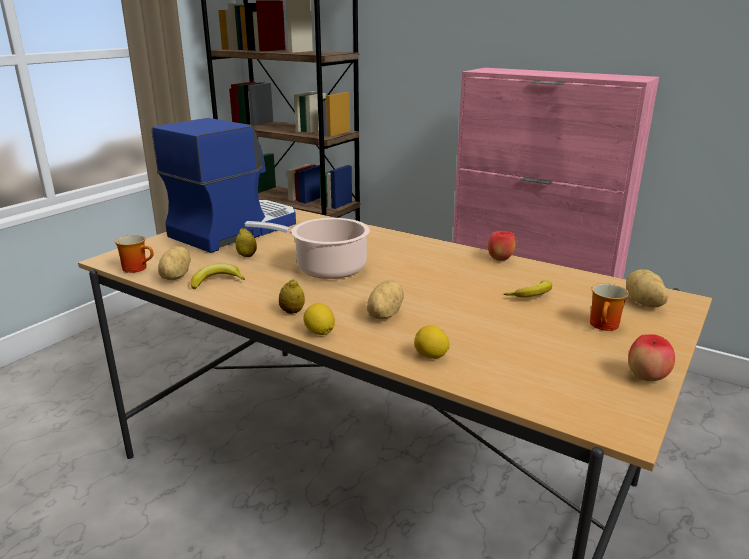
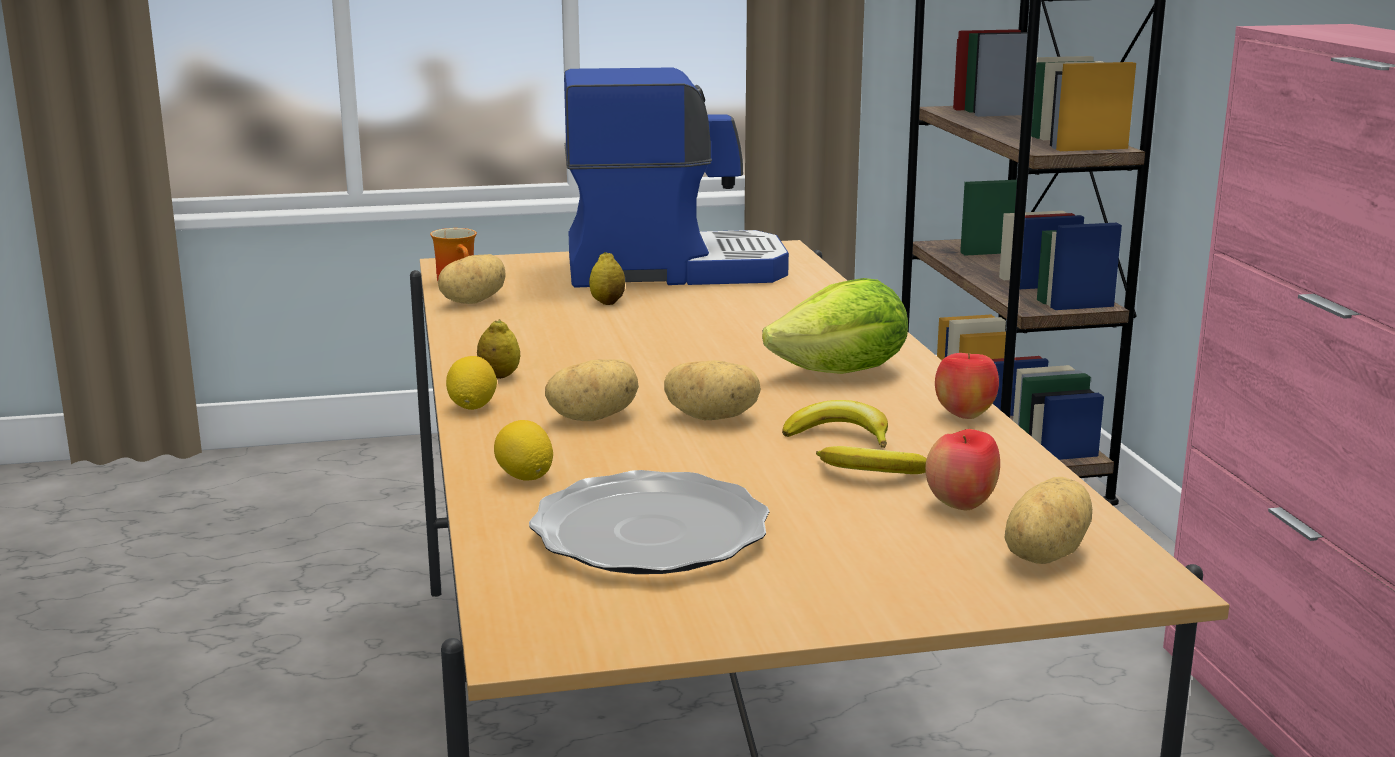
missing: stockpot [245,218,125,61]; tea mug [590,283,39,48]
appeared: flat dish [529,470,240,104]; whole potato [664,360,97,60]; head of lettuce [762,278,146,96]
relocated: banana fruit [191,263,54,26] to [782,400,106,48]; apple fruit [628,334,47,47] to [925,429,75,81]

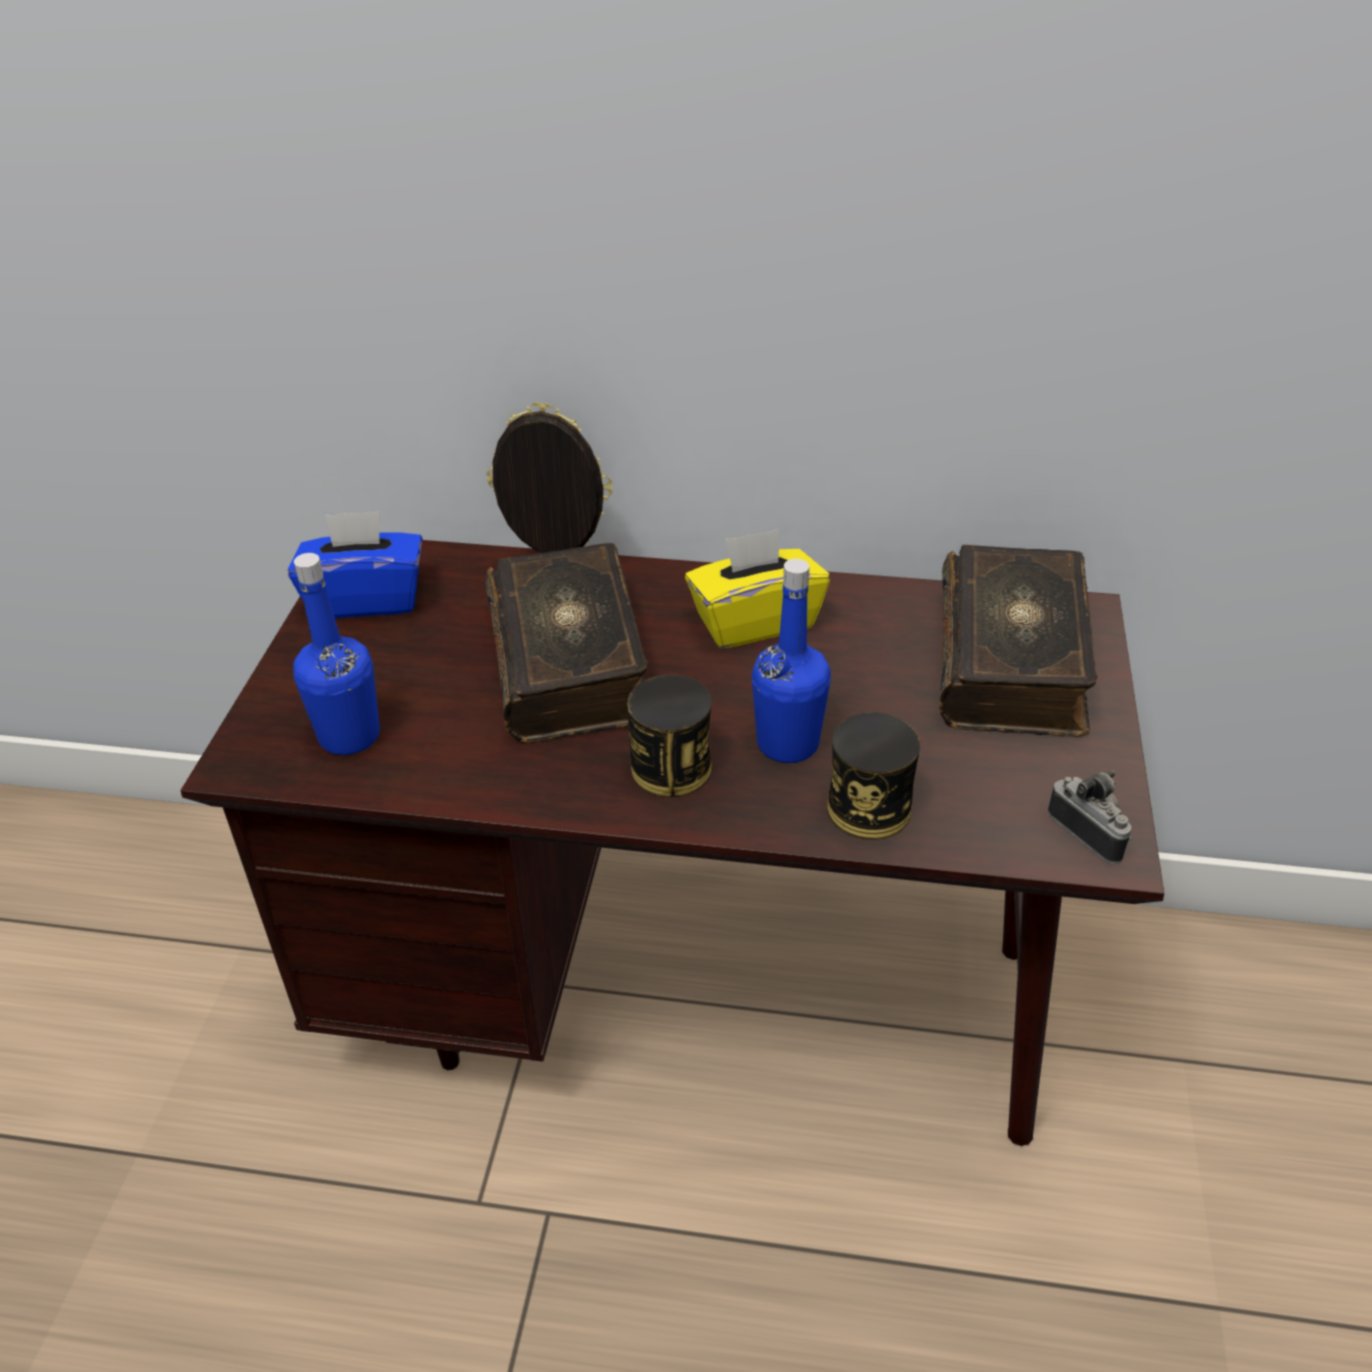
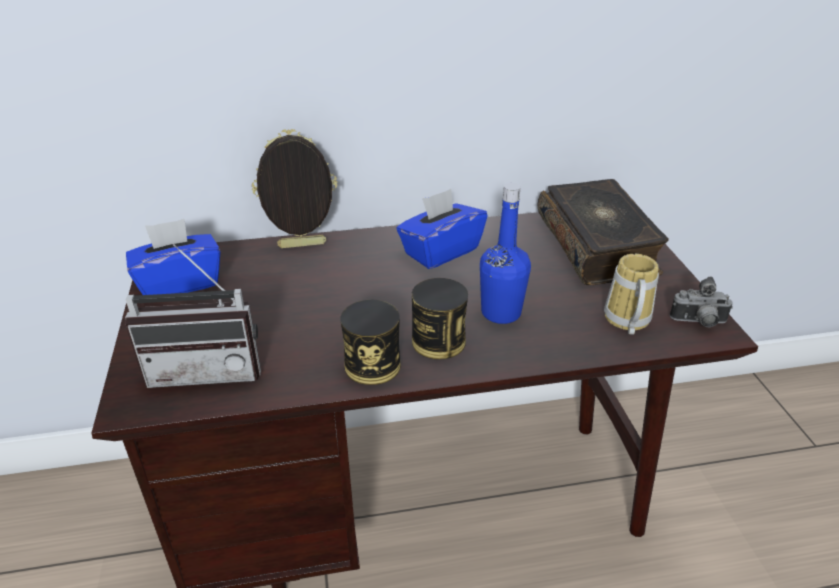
missing: volume [485,543,163,200]
appeared: tea mug [604,254,55,81]
relocated: metal can [827,712,93,128] to [340,300,61,85]
exchanged: blue-coloured bottle [293,553,87,202] to radio [125,244,136,144]
colour: yellow tissue box [685,529,145,119] to blue-coloured tissue box [396,189,91,80]
spun: photo camera [1048,770,84,94] = [670,276,63,51] 150 degrees clockwise

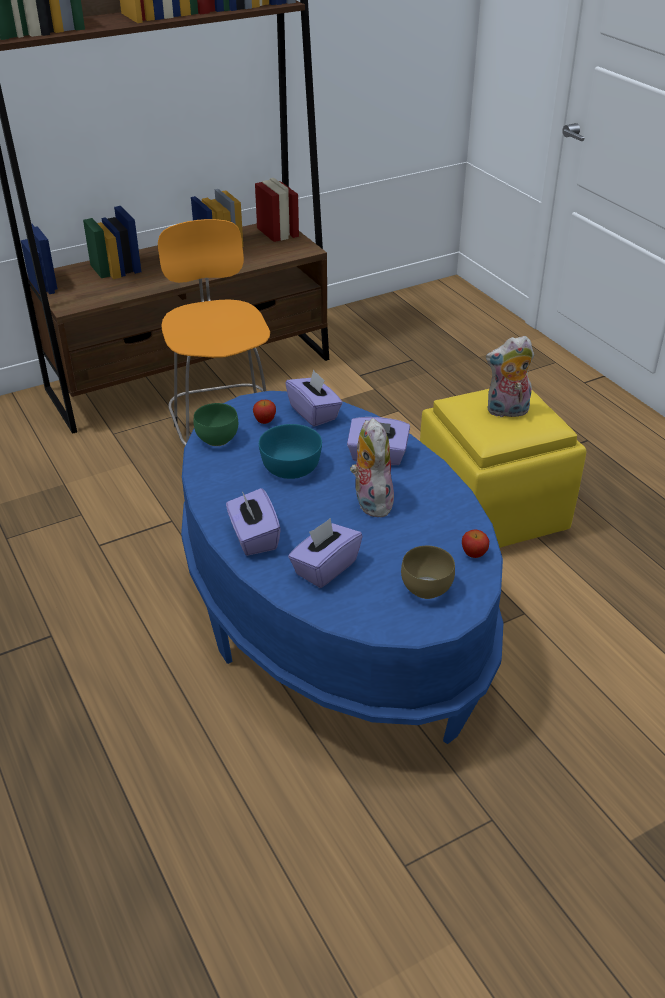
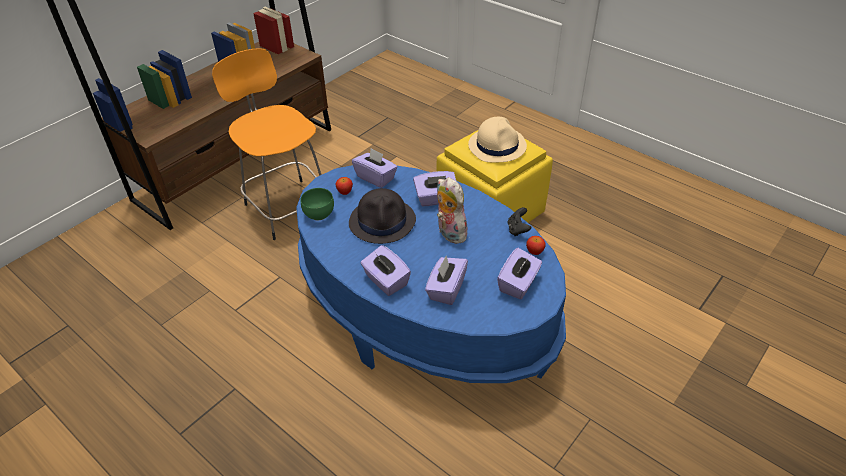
appeared: black game controller [508,207,23,29]
exchanged: turquoise deep dish [259,424,63,55] to black wearable hat [349,188,67,56]; cuddly toy [486,336,48,81] to sand-coloured wearable hat [468,117,59,45]; brown deep dish [401,546,54,53] to purplish tissue box [497,248,45,51]

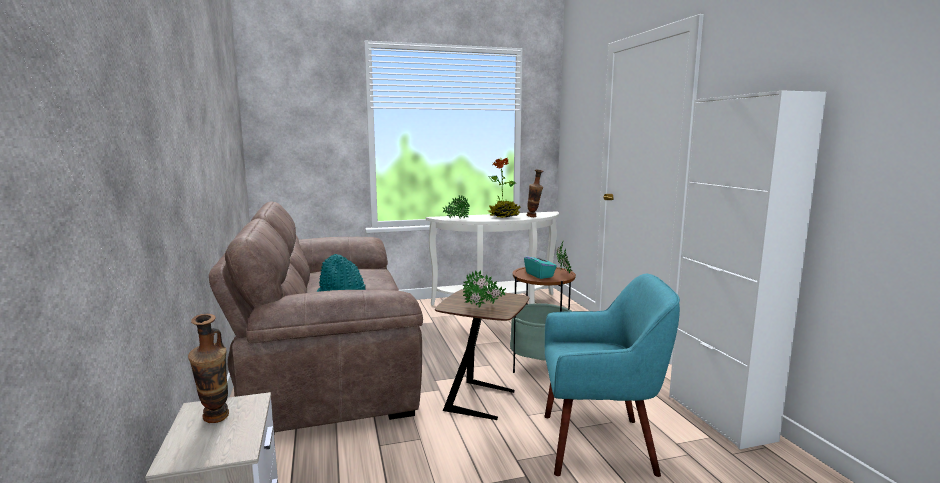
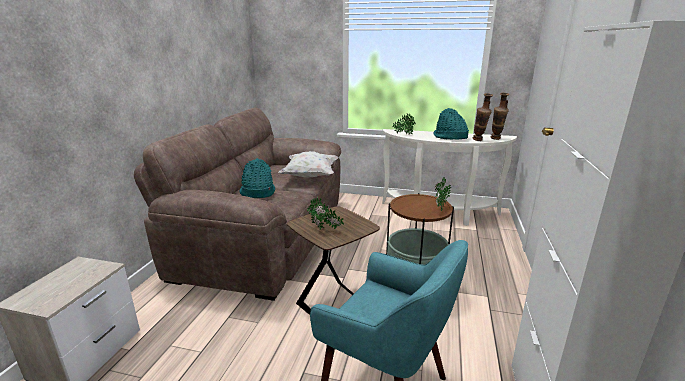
missing: turquoise tissue box [524,250,33,29]
appeared: white-coloured pillow [279,151,60,27]
relocated: flower vase [188,314,41,109] to [491,93,18,47]
exchanged: houseplant [488,158,32,60] to turquoise wearable hat [433,108,36,32]

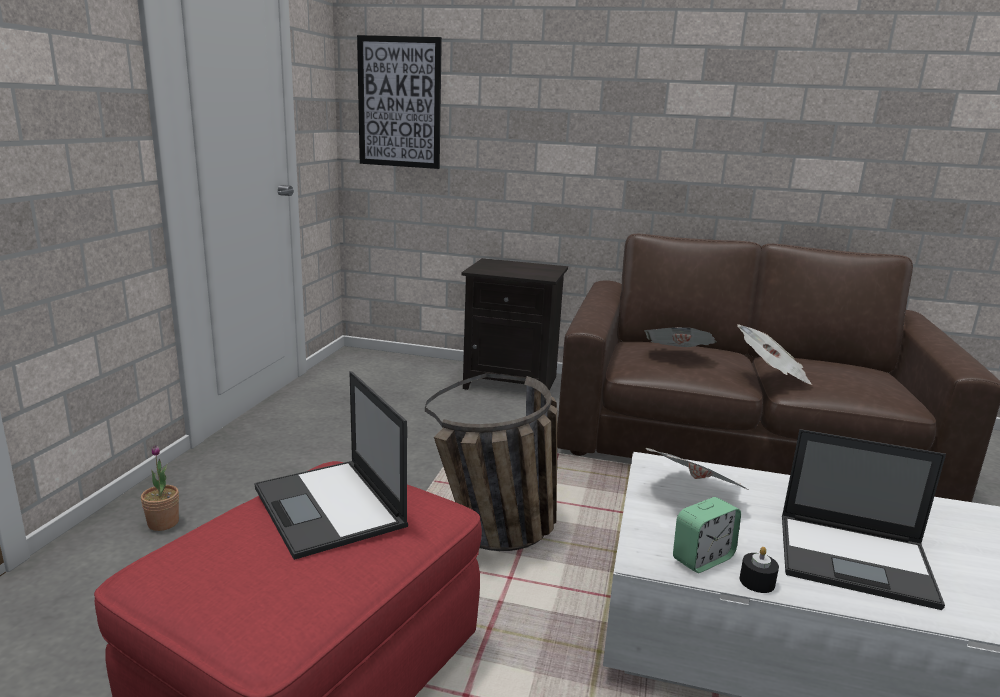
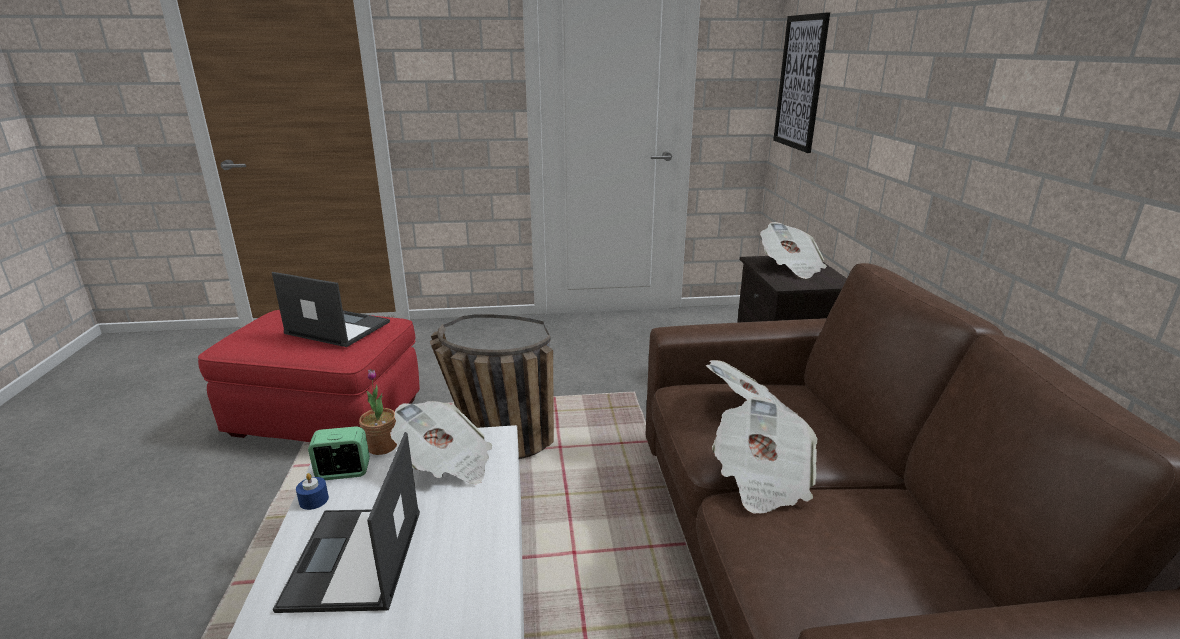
appeared: daily paper [760,222,67,57]
relocated: houseplant [141,445,38,86] to [359,369,38,86]
colour: black candle [740,547,39,46] to blue-coloured candle [296,473,33,37]
spun: notebook computer [255,371,153,189] = [272,272,118,75] 75 degrees clockwise; alarm clock [673,497,68,76] = [308,426,62,54] 135 degrees clockwise

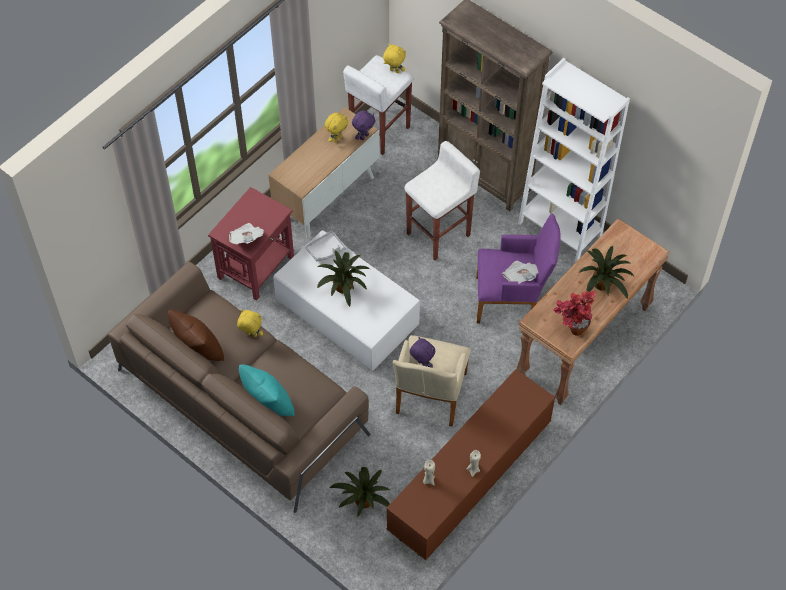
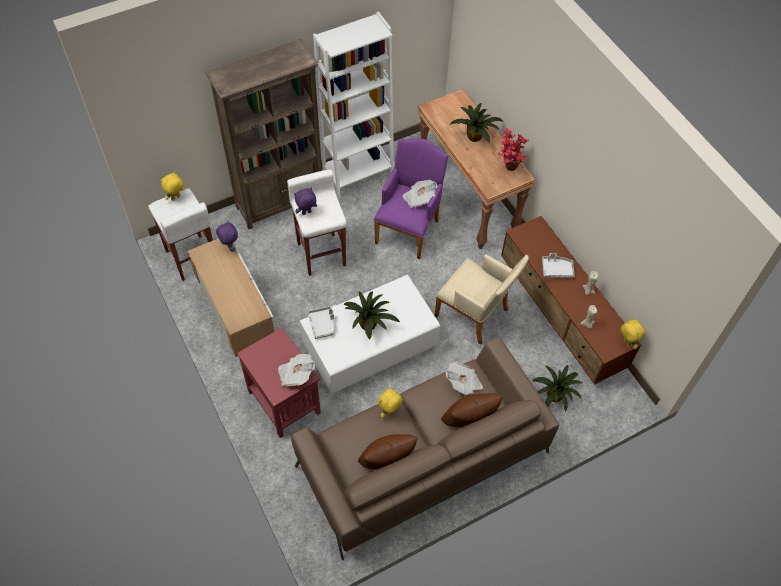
appeared: daily paper [446,362,37,33]; gray tray [542,253,33,25]
relocated: purplish cuddly toy [410,337,25,31] to [294,187,23,28]; yellow cuddly toy [325,113,23,30] to [621,317,24,32]
colour: turquoise pillow [239,364,56,52] to brown pillow [441,393,62,35]

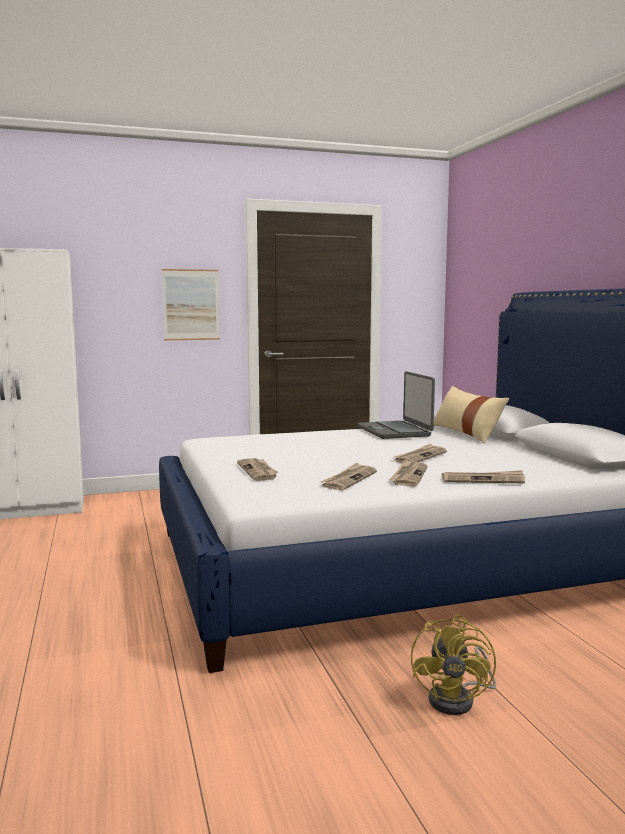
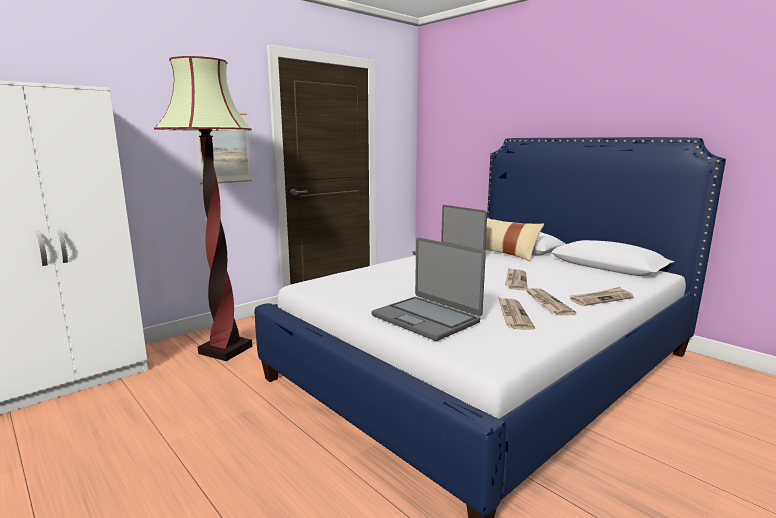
missing: yellow electric fan [411,615,85,100]
appeared: standard lamp [154,56,98,305]
exchanged: daily paper [237,458,41,23] to notebook computer [372,237,114,104]

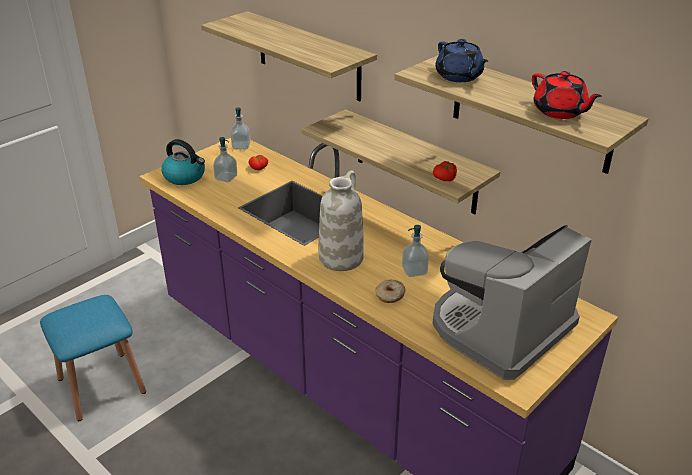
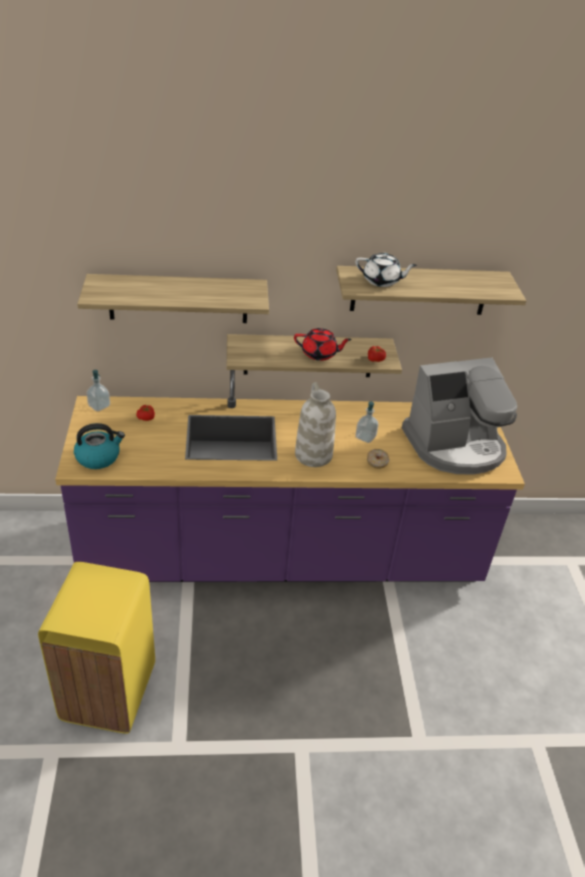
missing: liquid soap bottle [213,137,24,45]
relocated: red pot for tea [532,71,70,48] to [294,328,58,33]
exchanged: blue-coloured sitting stool [40,295,106,126] to yellow rubbish bin [38,562,117,172]
colour: blue-coloured pot for tea [435,39,53,43] to white-coloured pot for tea [355,253,62,34]
spun: coffee brewer [432,225,160,155] = [402,358,115,117] 105 degrees counterclockwise

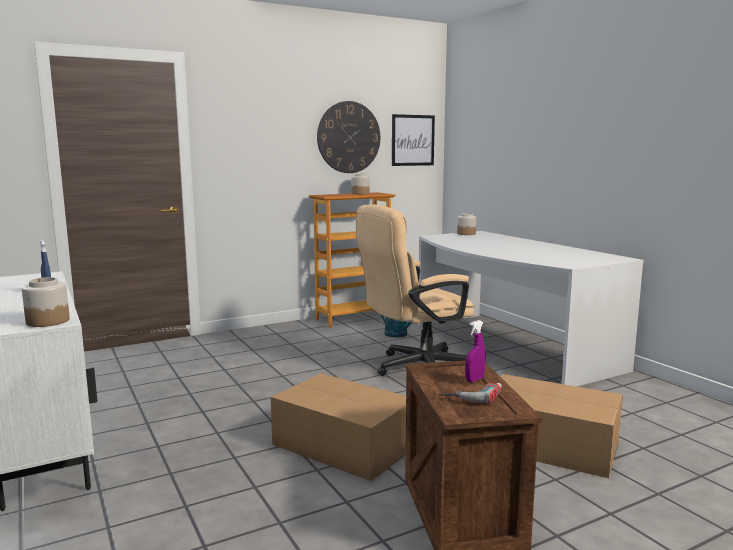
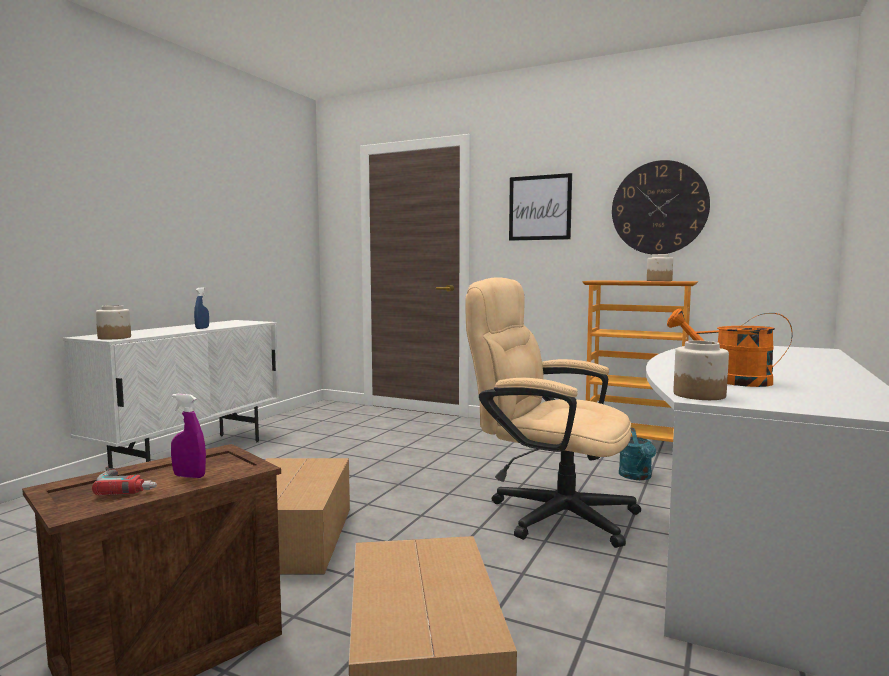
appeared: orangey sprinkling can [667,308,126,79]
relocated: wall picture [392,114,43,52] to [509,173,63,68]; preserve jar [457,213,19,22] to [673,341,56,59]

